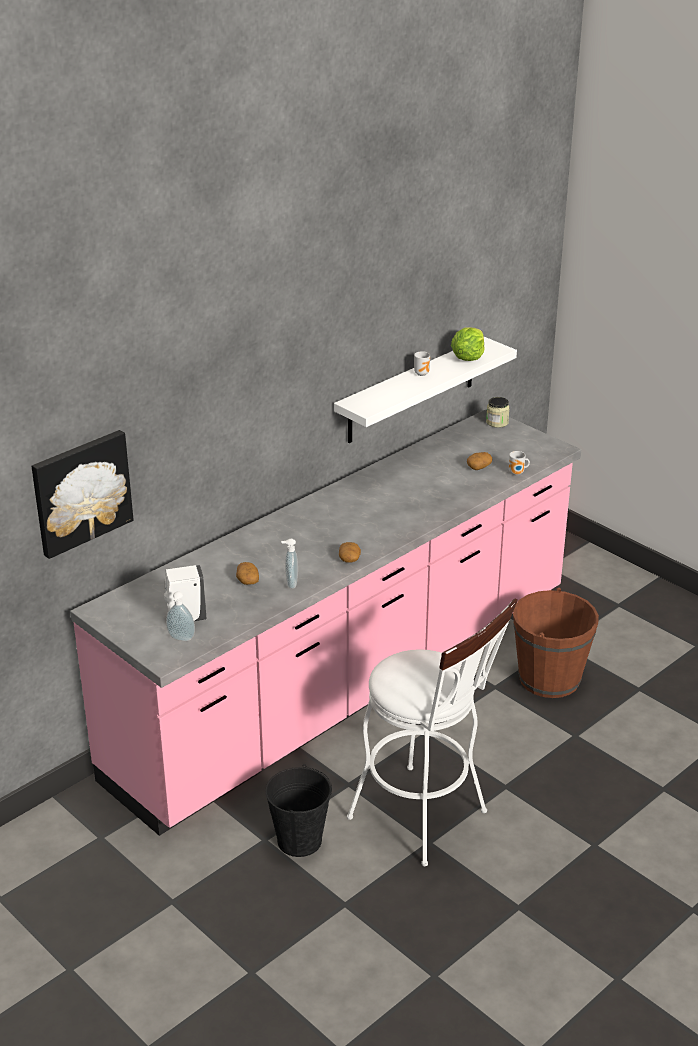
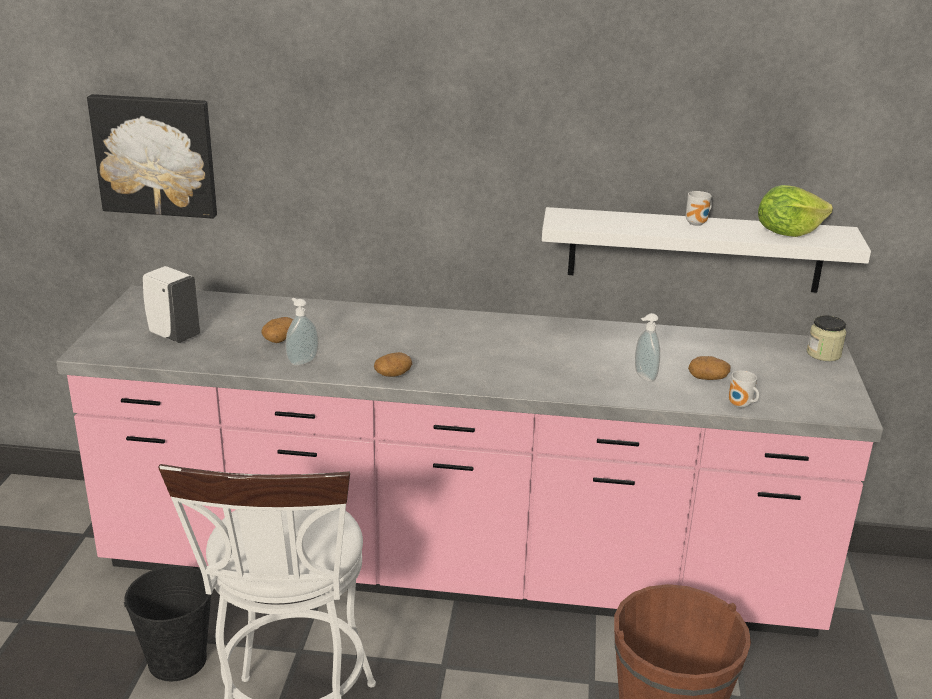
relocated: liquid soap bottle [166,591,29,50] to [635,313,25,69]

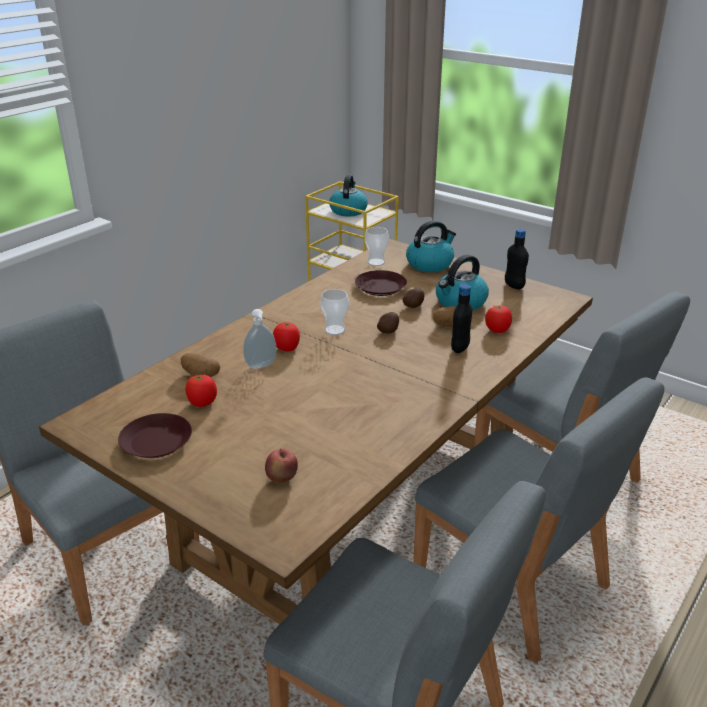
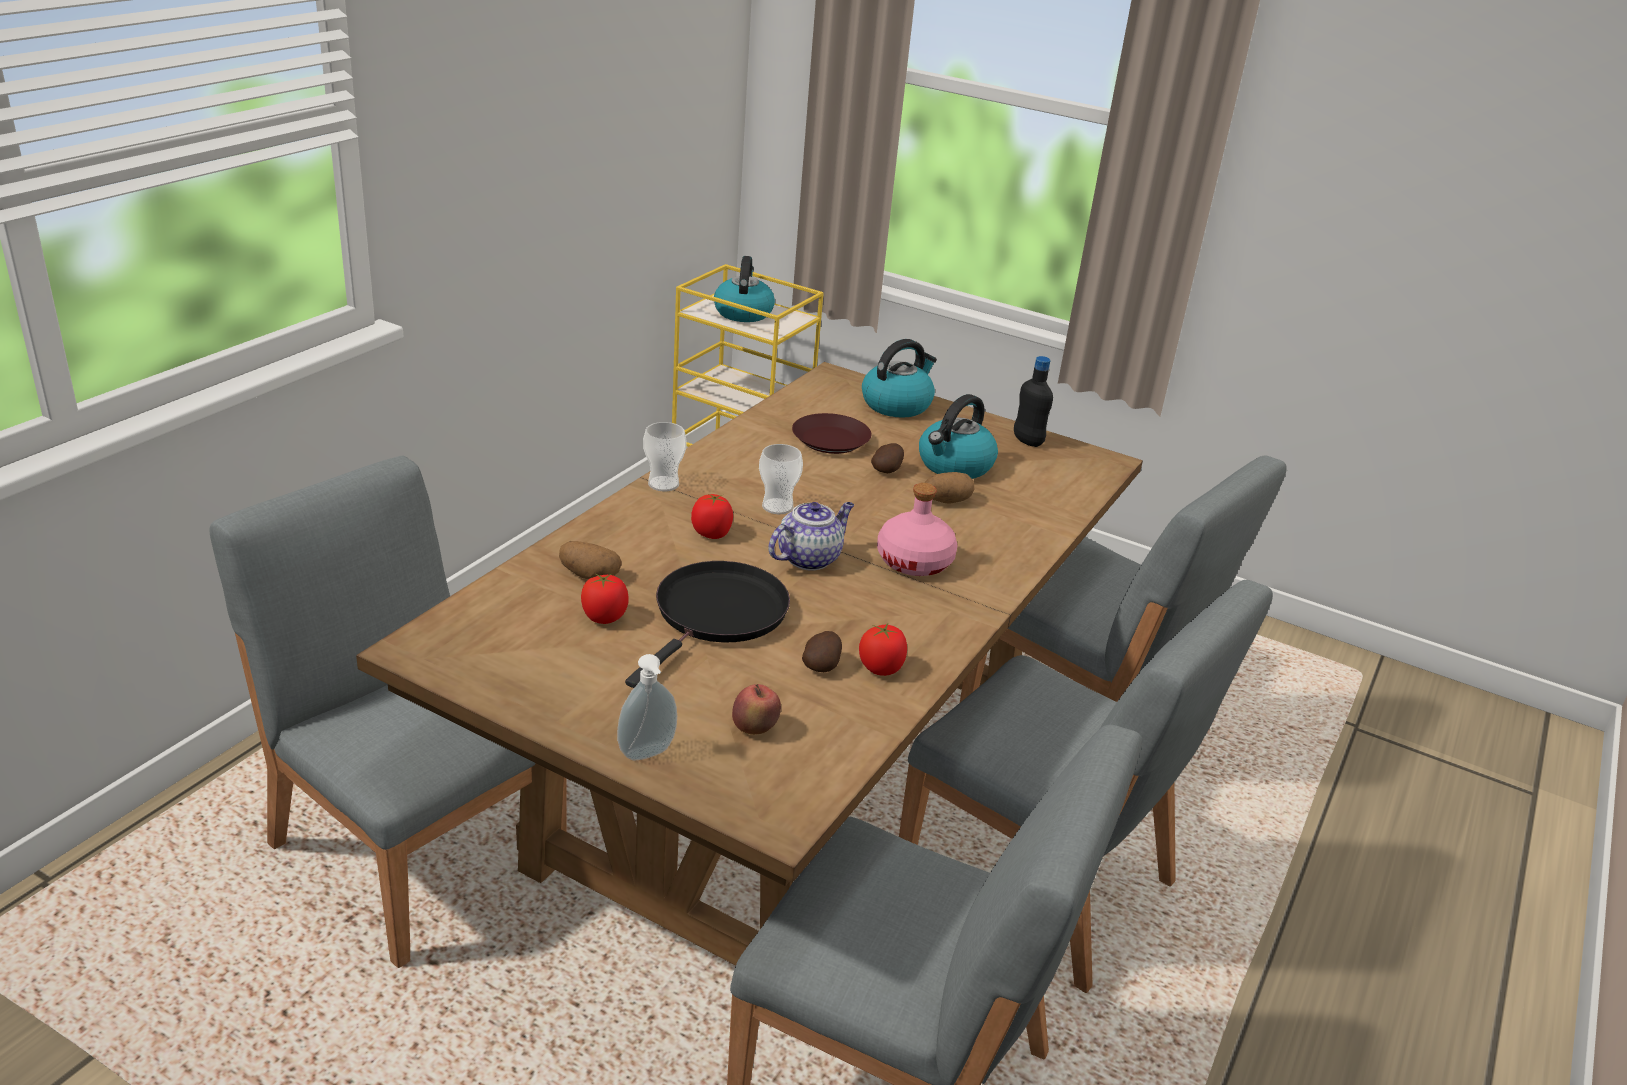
missing: brown flat dish [118,413,74,45]; black bottle [451,284,21,69]
appeared: black skillet [625,561,165,127]; pot for tea [768,502,86,69]; pink-coloured bottle [877,483,81,93]
relocated: liquid soap bottle [243,309,33,60] to [617,654,60,106]; small cup [365,227,24,39] to [643,422,44,69]; whole potato [377,312,22,22] to [802,631,40,41]; fresh tomato [485,305,27,28] to [859,623,48,53]

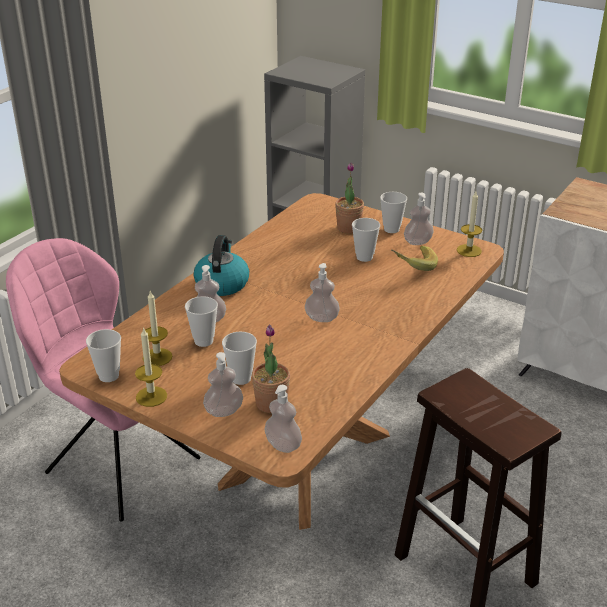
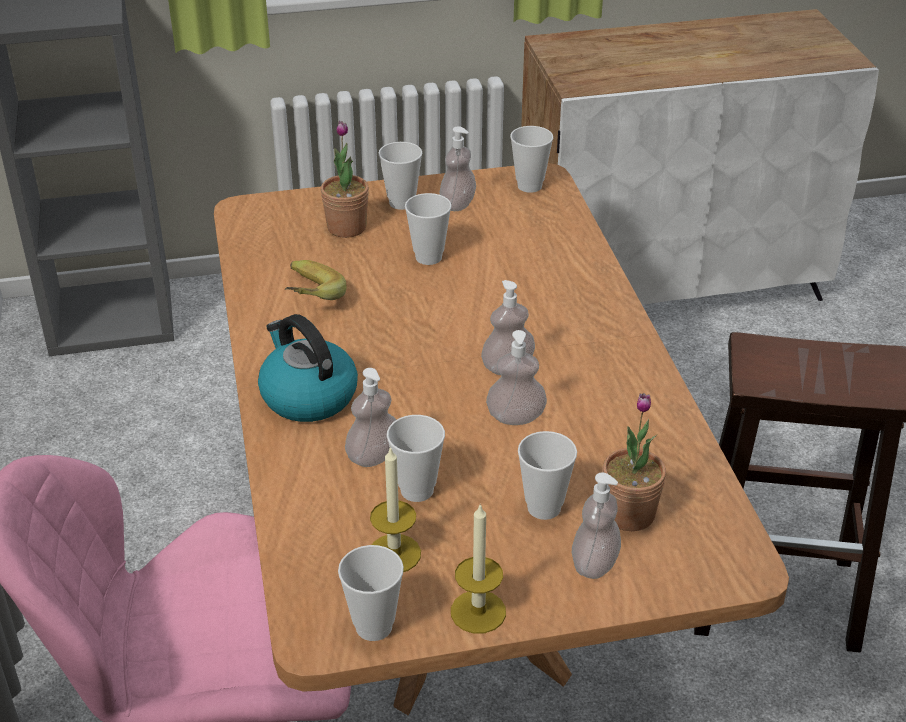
relocated: banana fruit [391,245,47,26] to [285,260,62,40]; liquid soap bottle [264,385,38,68] to [486,330,61,95]
exchanged: candle [457,192,25,65] to small cup [510,126,43,67]

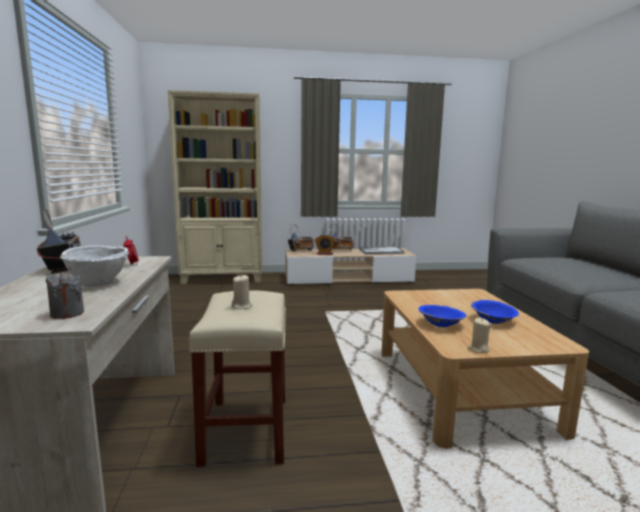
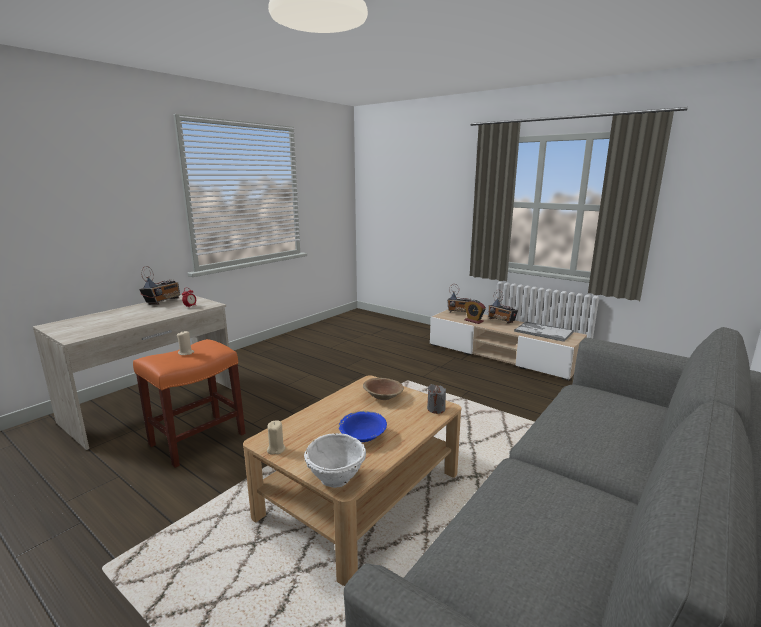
missing: sand-coloured bookcase [168,90,94,194]; blue-coloured deep dish [418,305,48,22]
appeared: brown deep dish [363,378,41,22]
relocated: white-coloured deep dish [60,245,69,42] to [304,433,62,55]; gray candle [46,272,38,47] to [427,384,19,30]
colour: sand-coloured sitting stool [189,291,97,176] to orangey sitting stool [133,339,113,129]

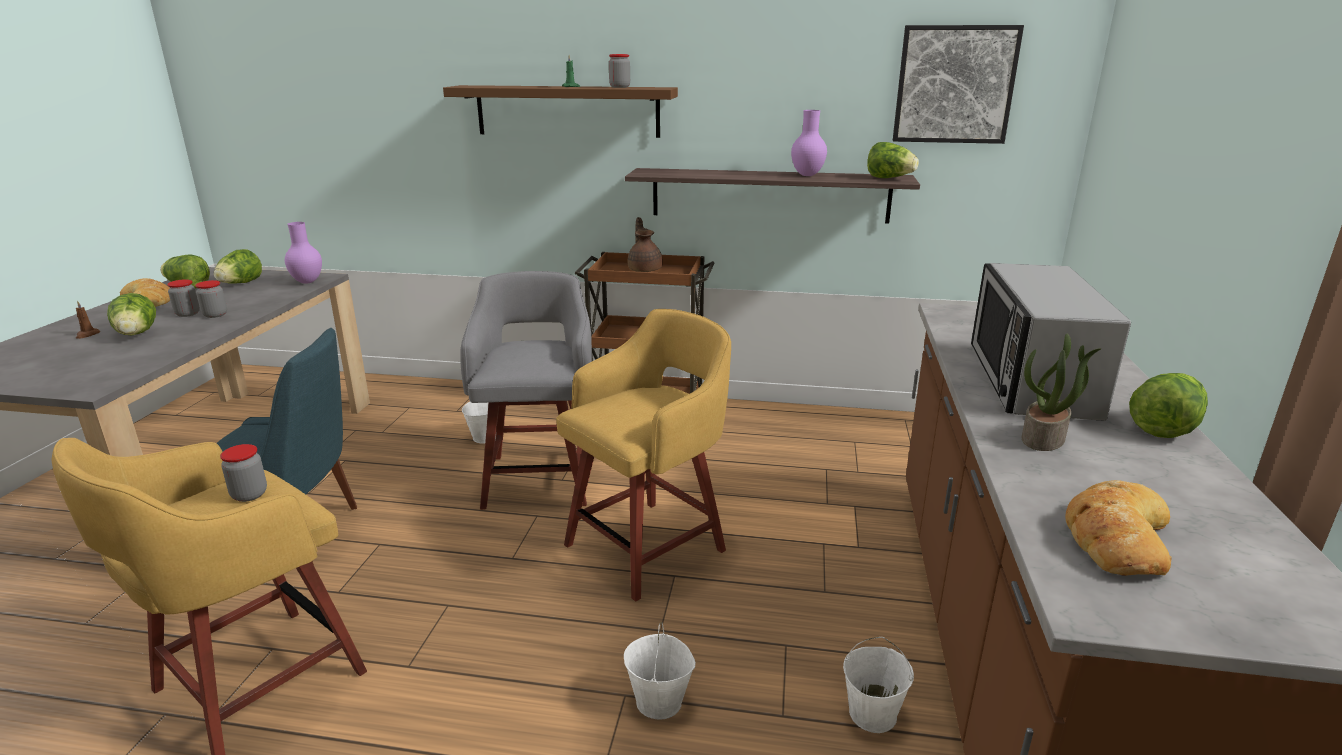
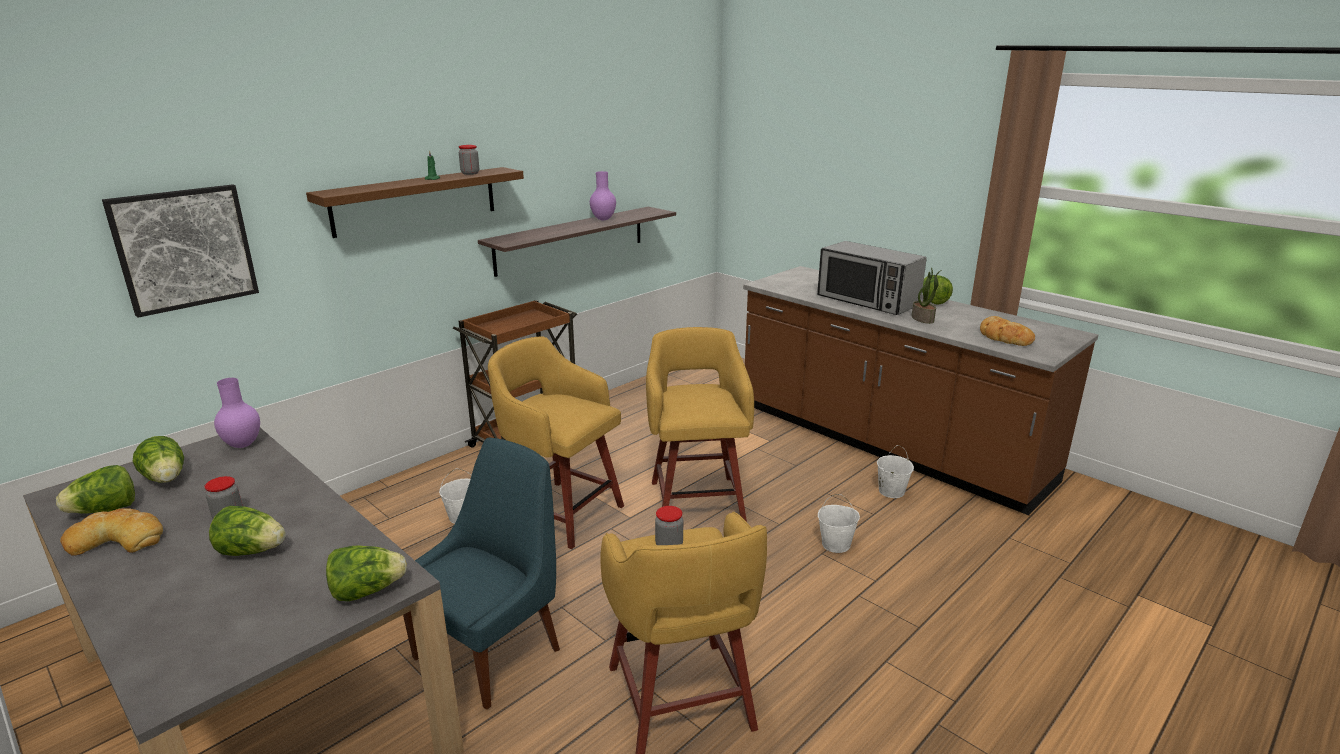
missing: brown candle [76,301,24,38]; preserve jar [195,280,32,38]; brown pot for tea [627,217,36,55]
relocated: wall picture [893,25,131,119] to [102,184,157,134]; head of lettuce [867,142,52,36] to [326,545,81,56]
colour: gray sitting stool [460,271,132,239] to yellow sitting stool [488,336,136,213]

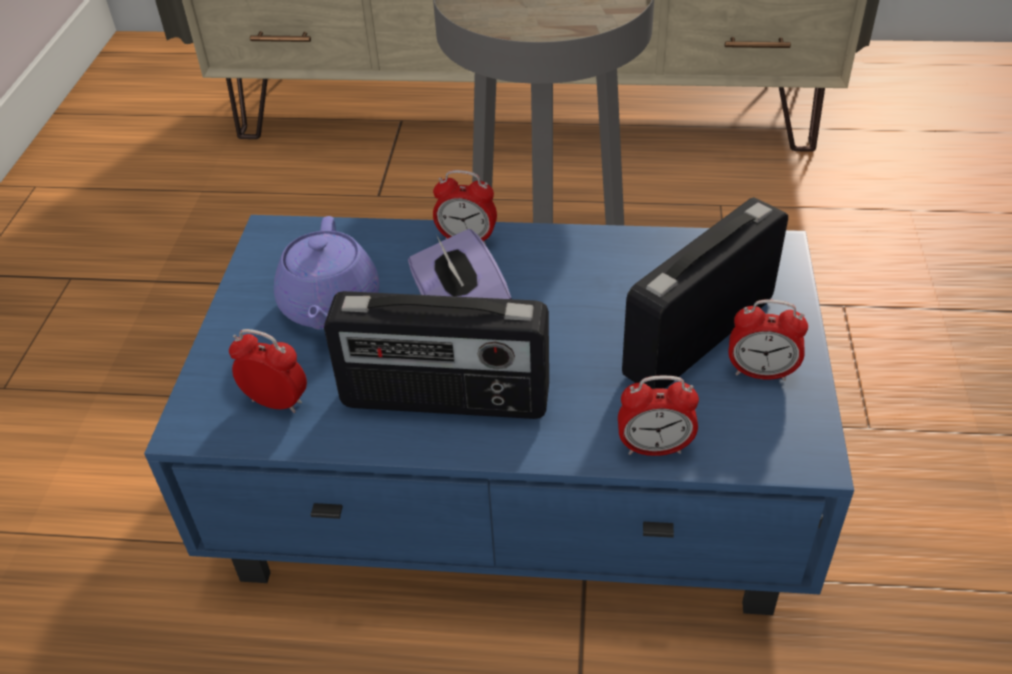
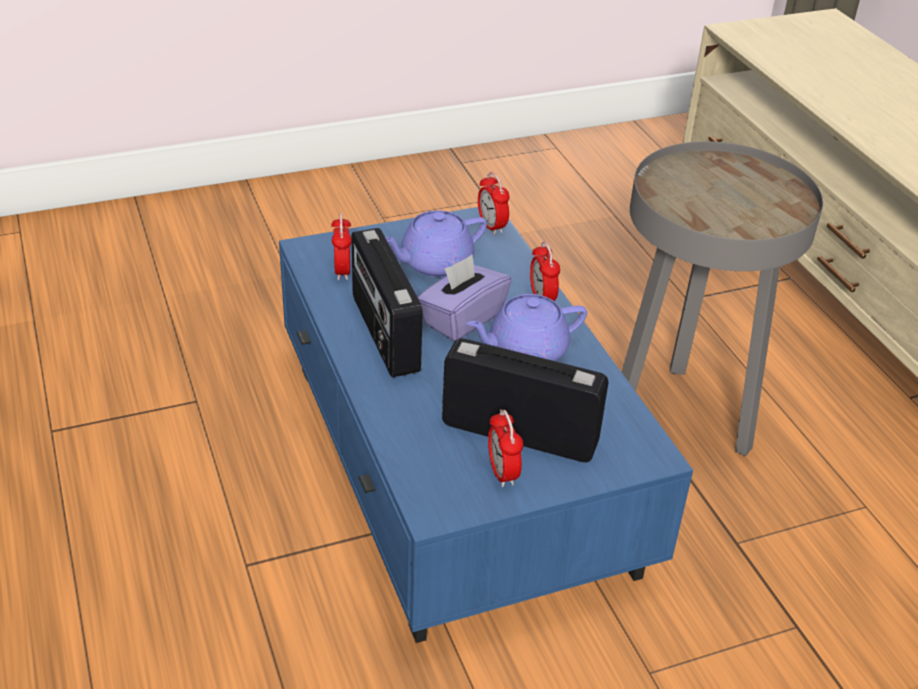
appeared: purplish pot for tea [467,294,120,67]
relocated: alarm clock [618,376,81,80] to [478,172,31,63]

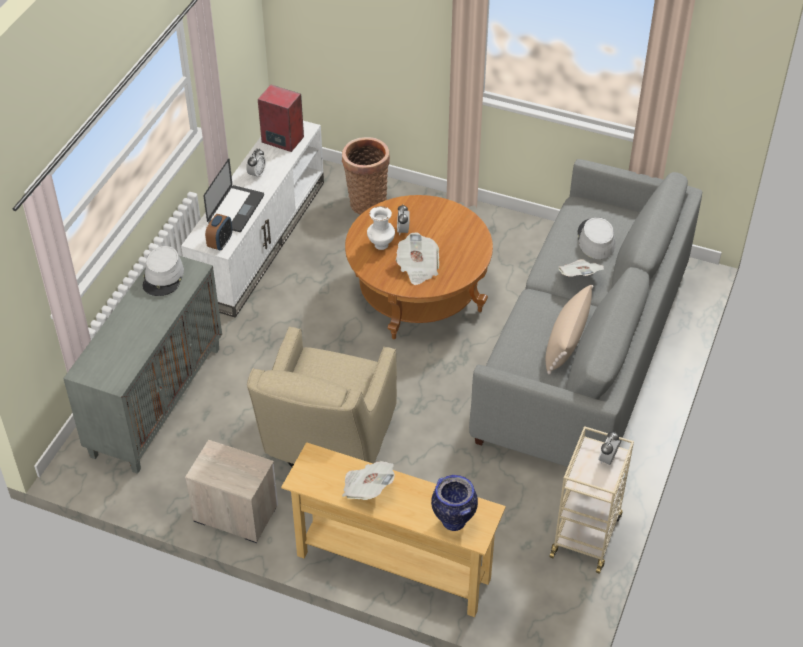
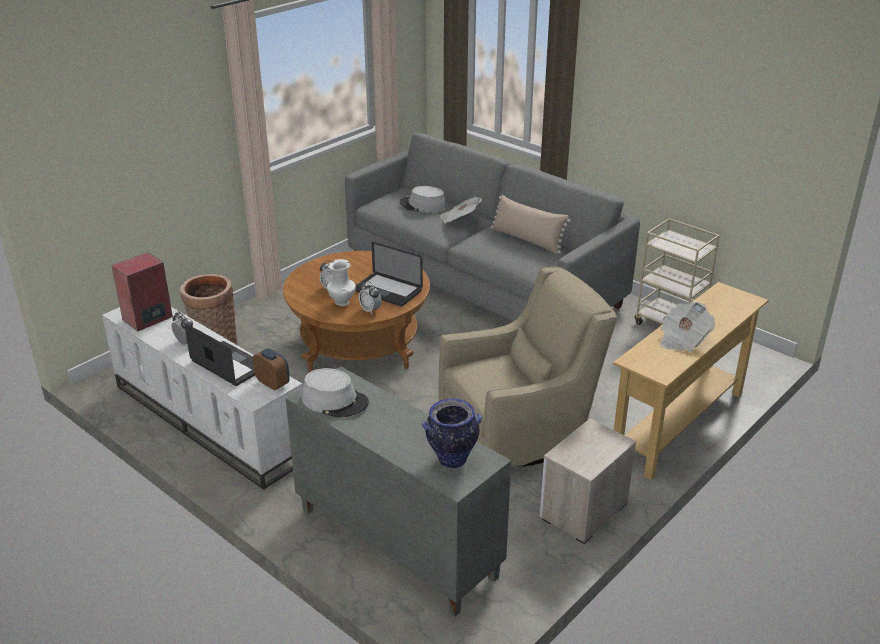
relocated: alarm clock [598,431,22,34] to [359,281,23,33]; flower vase [431,475,47,56] to [422,398,60,70]
exchanged: daily paper [396,232,43,53] to notebook computer [355,242,68,64]
spun: sand-coloured lounge chair [247,326,150,141] = [439,267,178,200] 60 degrees counterclockwise

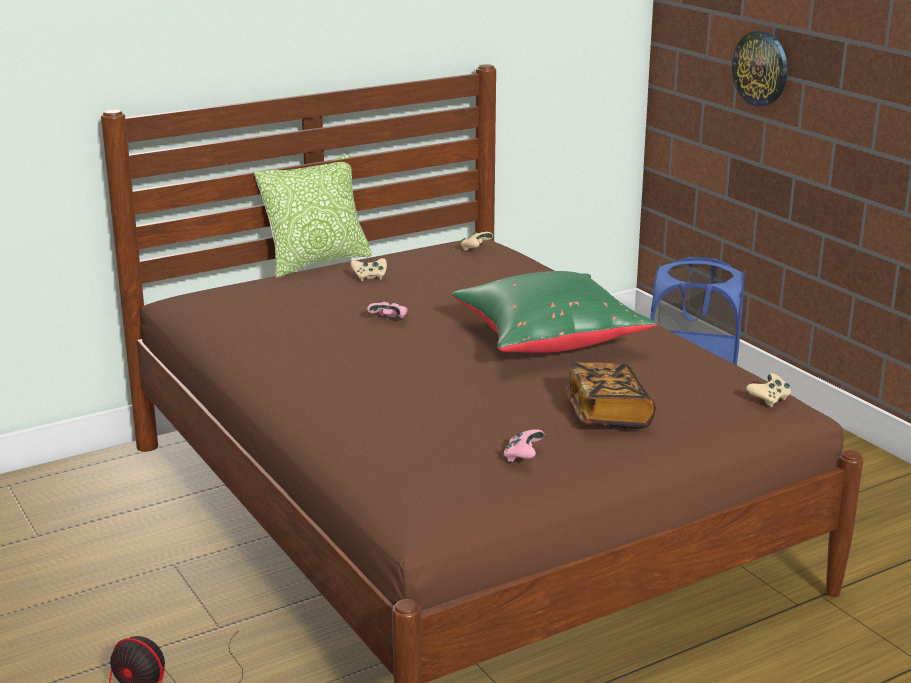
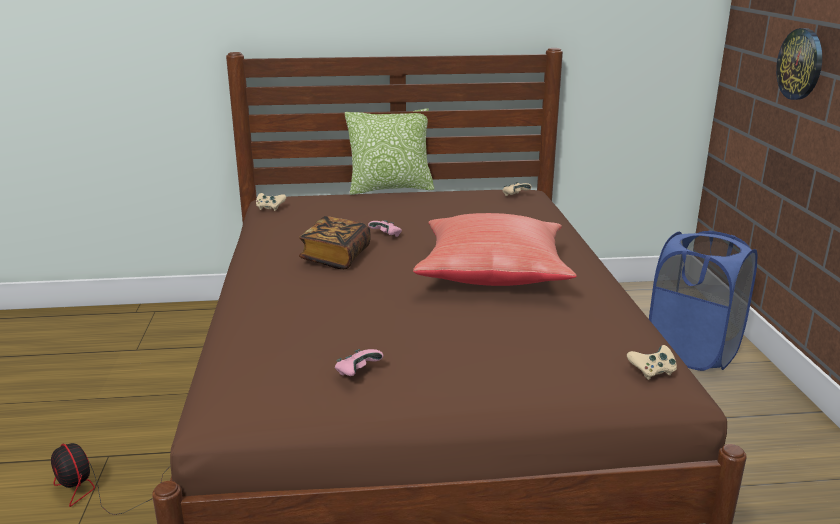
relocated: sand-coloured game controller [350,258,37,23] to [256,193,30,18]; volume [565,362,90,67] to [299,216,72,53]
colour: green-coloured pillow [451,271,206,82] to red pillow [413,213,164,73]

